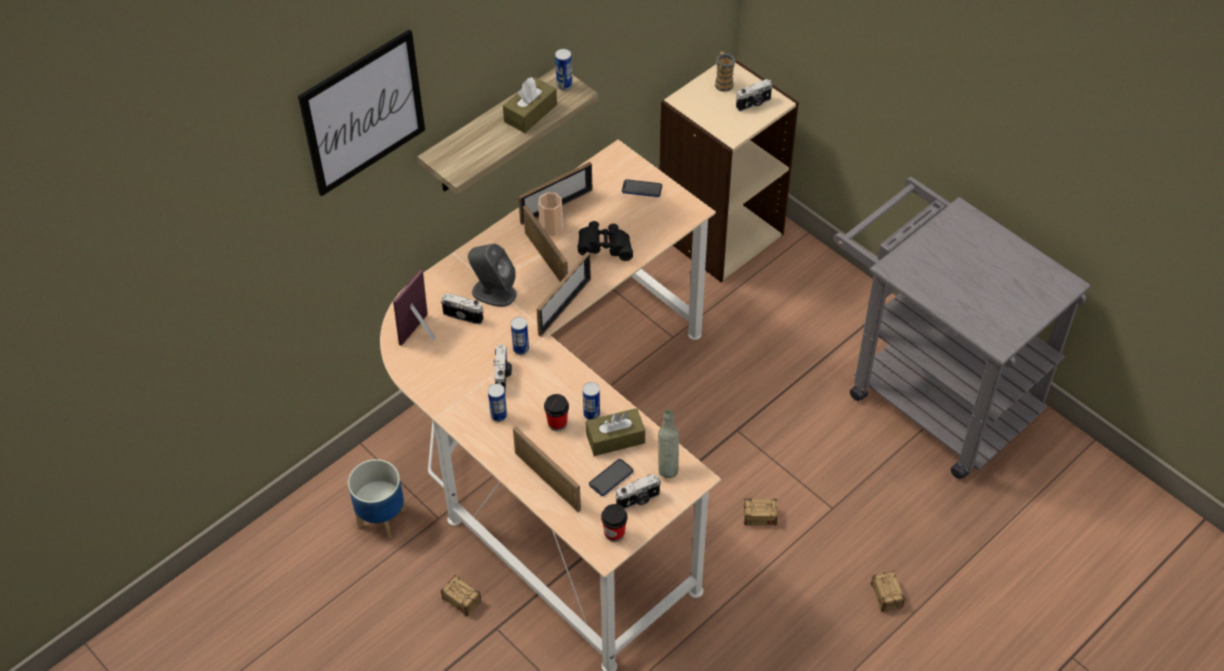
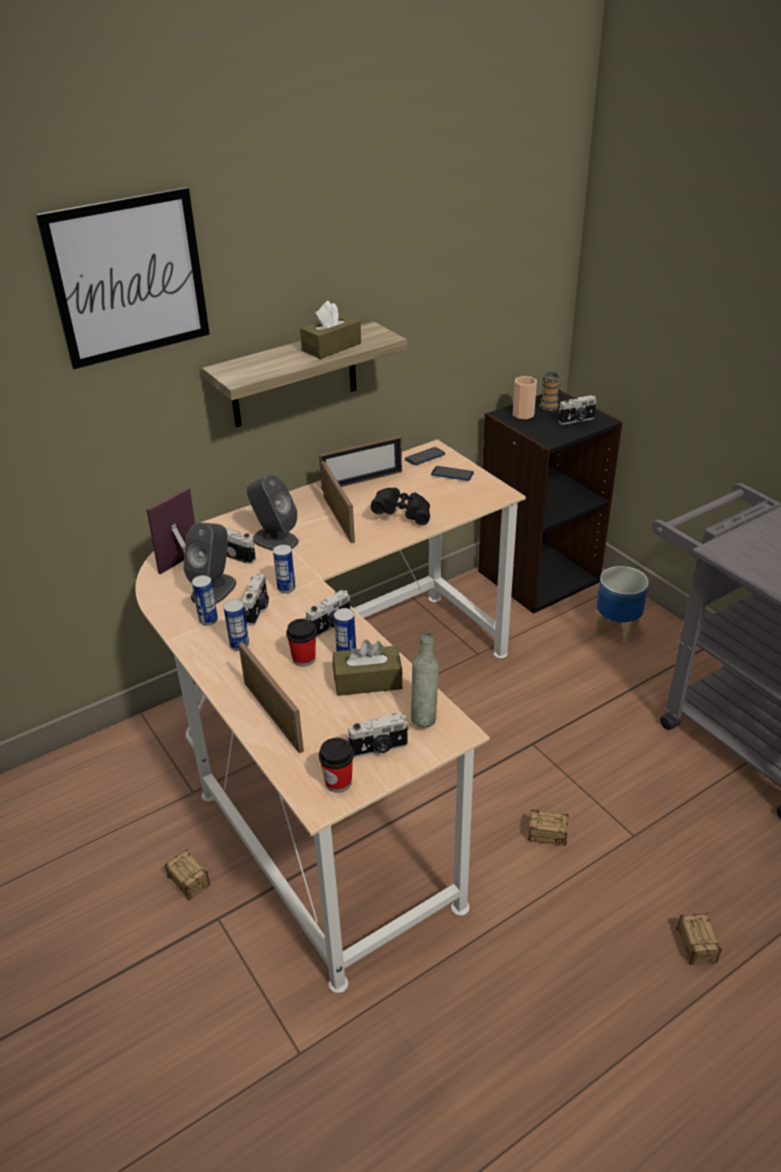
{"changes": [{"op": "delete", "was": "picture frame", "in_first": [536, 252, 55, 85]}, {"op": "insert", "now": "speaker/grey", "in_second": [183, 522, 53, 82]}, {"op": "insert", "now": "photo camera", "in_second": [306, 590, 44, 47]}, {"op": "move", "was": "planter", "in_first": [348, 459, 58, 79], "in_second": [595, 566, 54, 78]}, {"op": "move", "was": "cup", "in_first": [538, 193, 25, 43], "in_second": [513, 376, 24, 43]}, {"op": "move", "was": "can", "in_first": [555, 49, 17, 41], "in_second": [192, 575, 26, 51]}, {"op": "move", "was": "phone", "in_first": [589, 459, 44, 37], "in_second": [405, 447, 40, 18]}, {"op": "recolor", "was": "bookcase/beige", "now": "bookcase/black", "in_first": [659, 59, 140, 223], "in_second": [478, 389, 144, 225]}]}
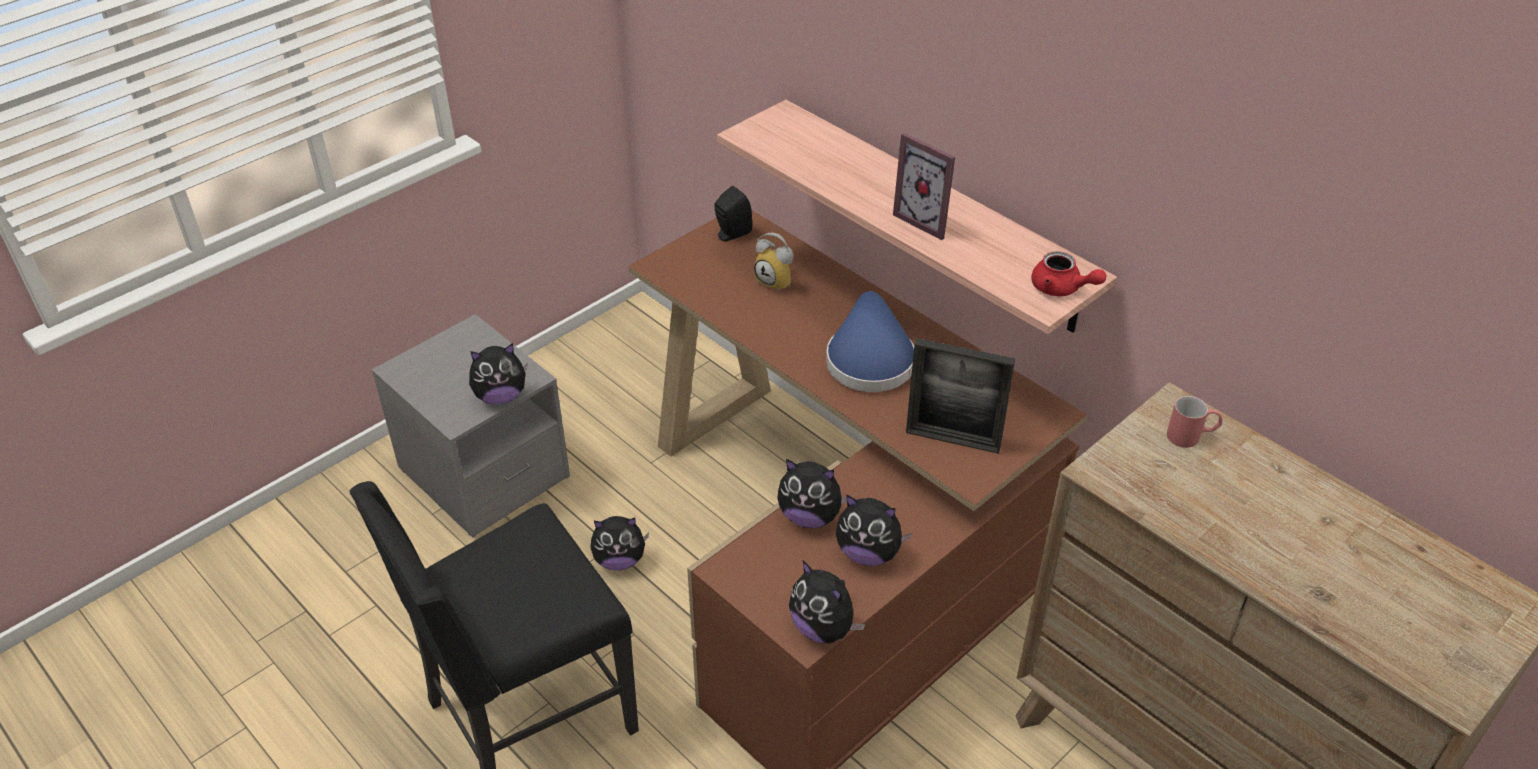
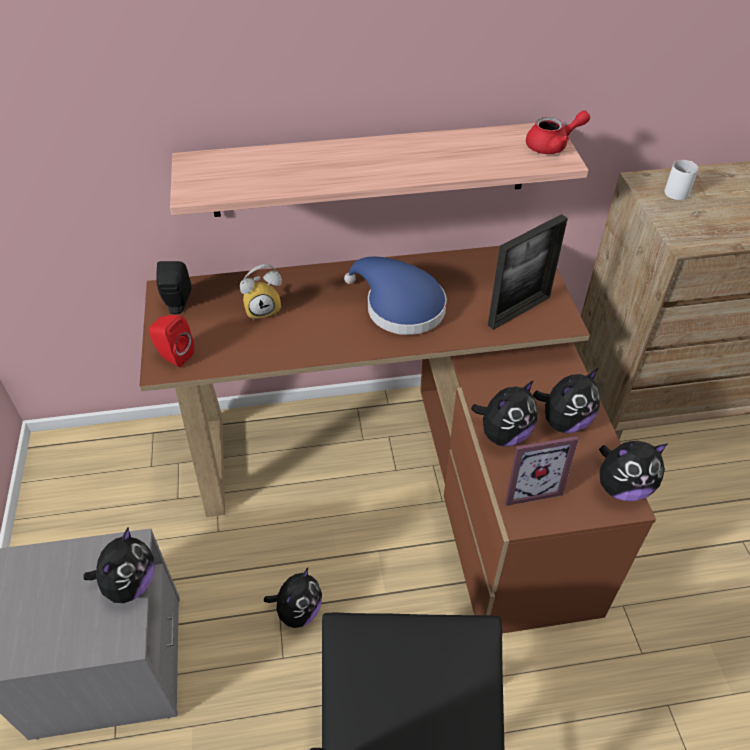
{"changes": [{"op": "insert", "now": "speaker/red", "in_second": [149, 315, 45, 52]}, {"op": "move", "was": "picture frame", "in_first": [893, 133, 62, 107], "in_second": [505, 436, 74, 70]}, {"op": "recolor", "was": "mug/red", "now": "mug/white", "in_first": [1167, 396, 55, 52], "in_second": [664, 160, 35, 40]}]}
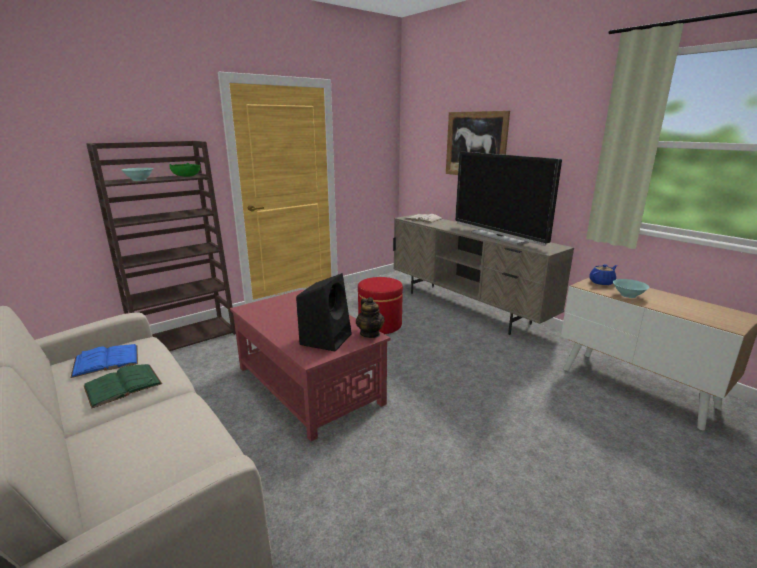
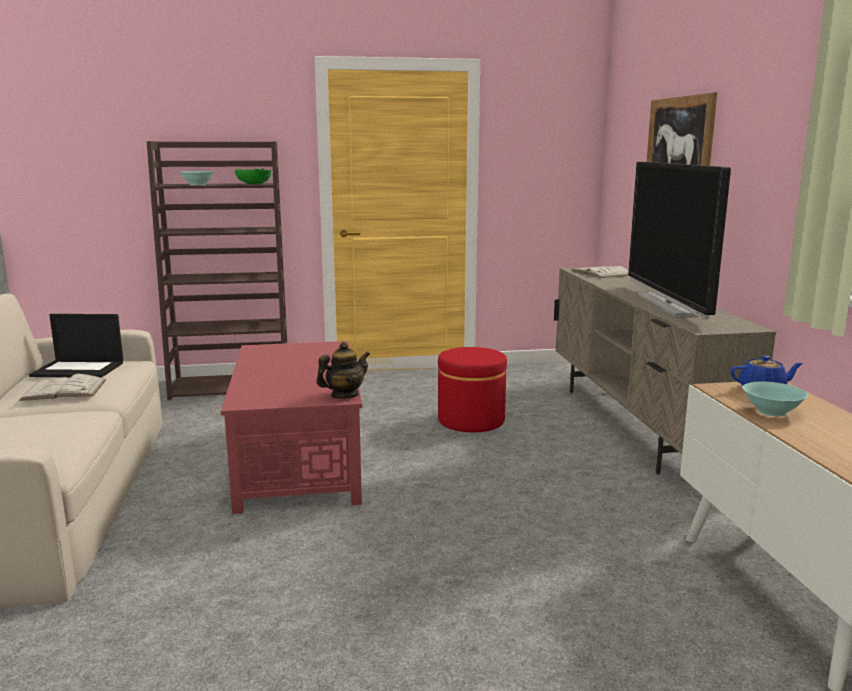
{"changes": [{"op": "delete", "was": "speaker/black", "in_first": [296, 273, 56, 79]}, {"op": "replace", "was": "book/blue", "now": "laptop", "in_first": [70, 344, 68, 34], "in_second": [29, 314, 94, 64]}, {"op": "recolor", "was": "book/green", "now": "book/white", "in_first": [84, 364, 78, 45], "in_second": [19, 374, 87, 27]}, {"op": "rotate", "was": "teapot", "in_first": [356, 297, 29, 41], "in_second": [316, 342, 54, 57], "clockwise": -135}]}
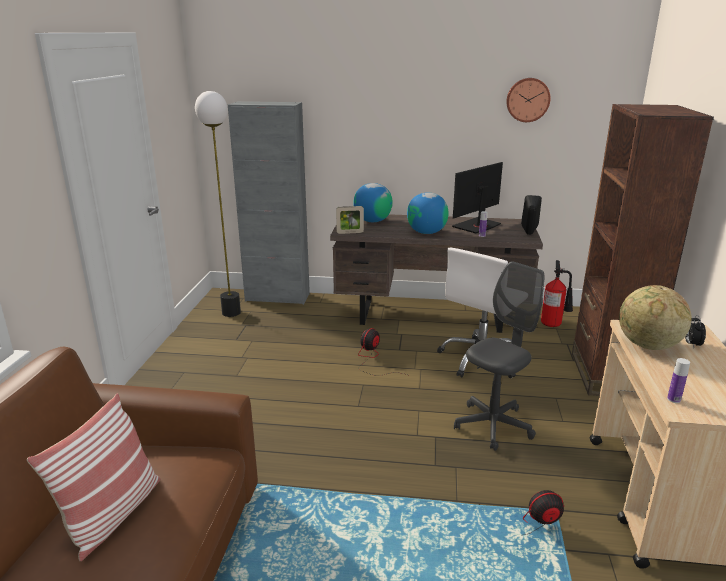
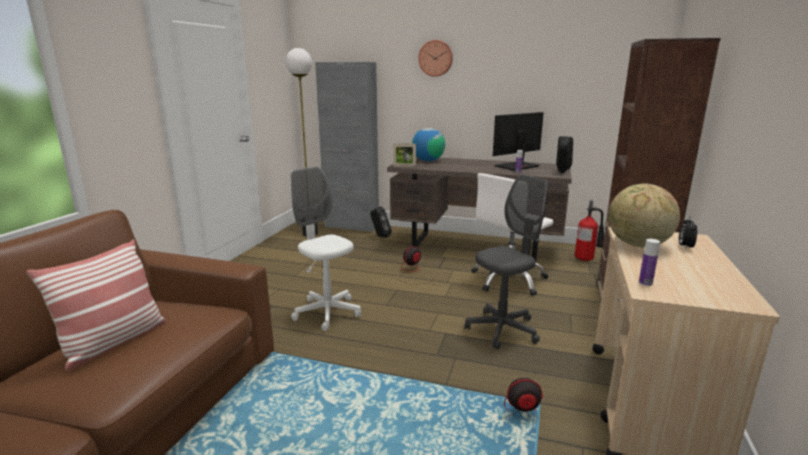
{"changes": [{"op": "delete", "was": "globe", "in_first": [407, 193, 42, 41]}, {"op": "insert", "now": "office chair/white", "in_second": [290, 167, 71, 164]}, {"op": "insert", "now": "speaker/black", "in_second": [370, 206, 22, 32]}, {"op": "move", "was": "wall clock", "in_first": [506, 78, 45, 44], "in_second": [418, 40, 35, 37]}]}
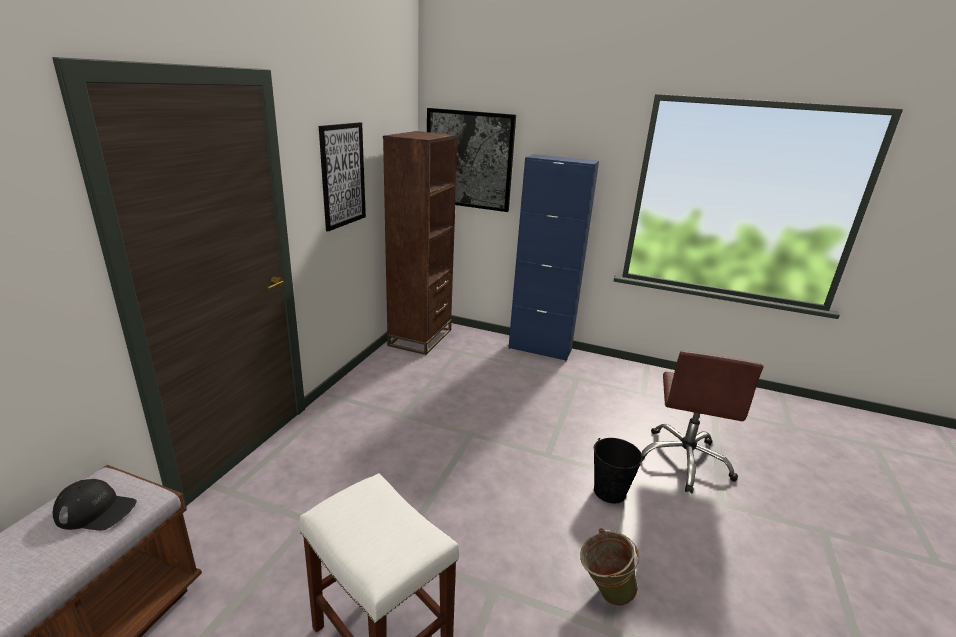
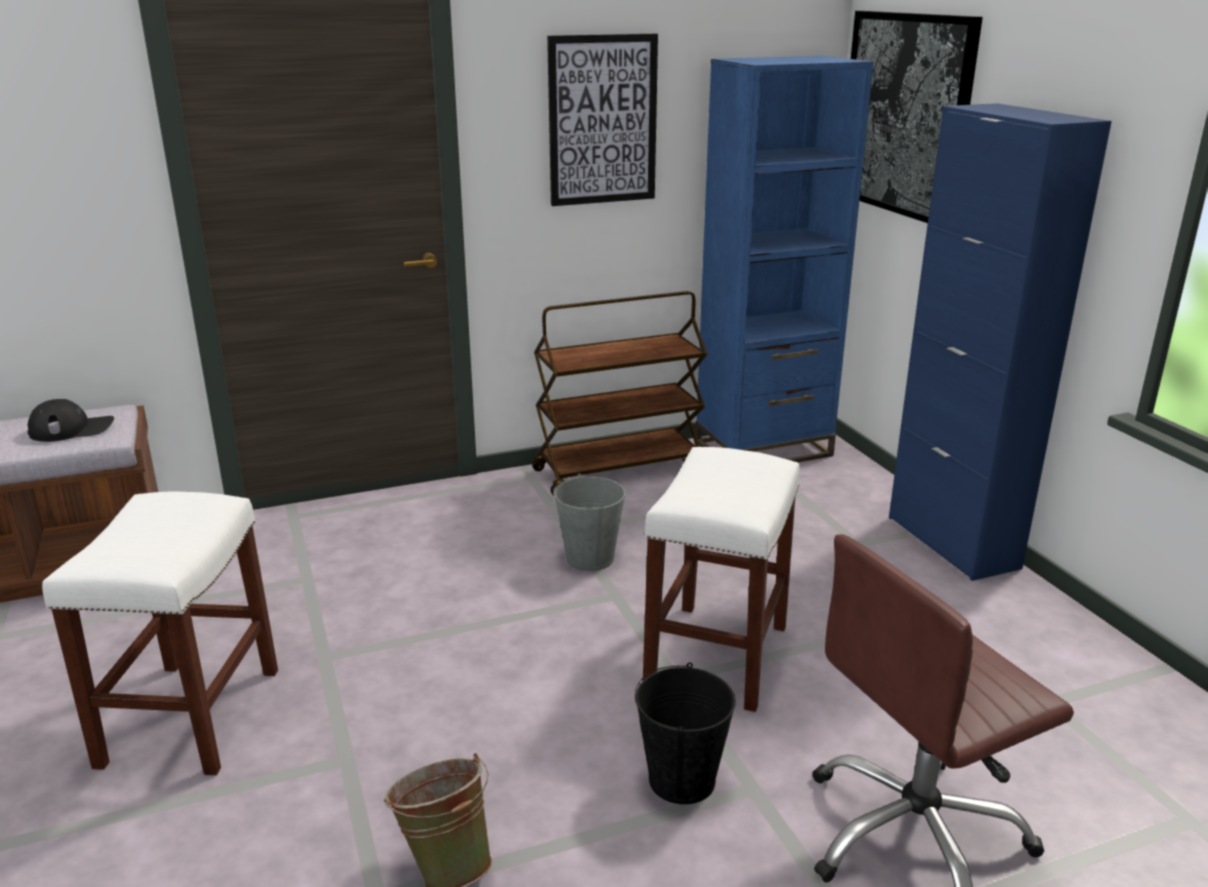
{"changes": [{"op": "insert", "now": "cart/brown", "in_second": [532, 291, 175, 205]}, {"op": "insert", "now": "bucket/grey", "in_second": [553, 474, 72, 97]}, {"op": "insert", "now": "stool/white", "in_second": [643, 447, 157, 265]}, {"op": "recolor", "was": "bookcase/brown", "now": "bookcase/blue", "in_first": [383, 131, 75, 224], "in_second": [695, 56, 179, 406]}, {"op": "rotate", "was": "cap/black", "in_first": [53, 479, 84, 52], "in_second": [28, 399, 86, 43], "clockwise": -75}]}
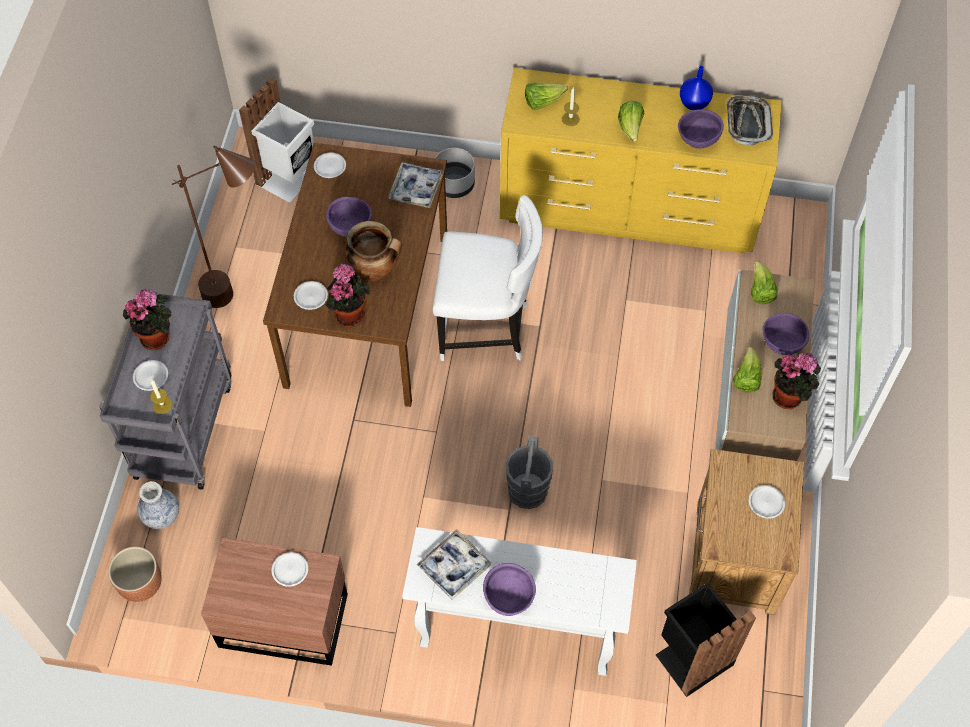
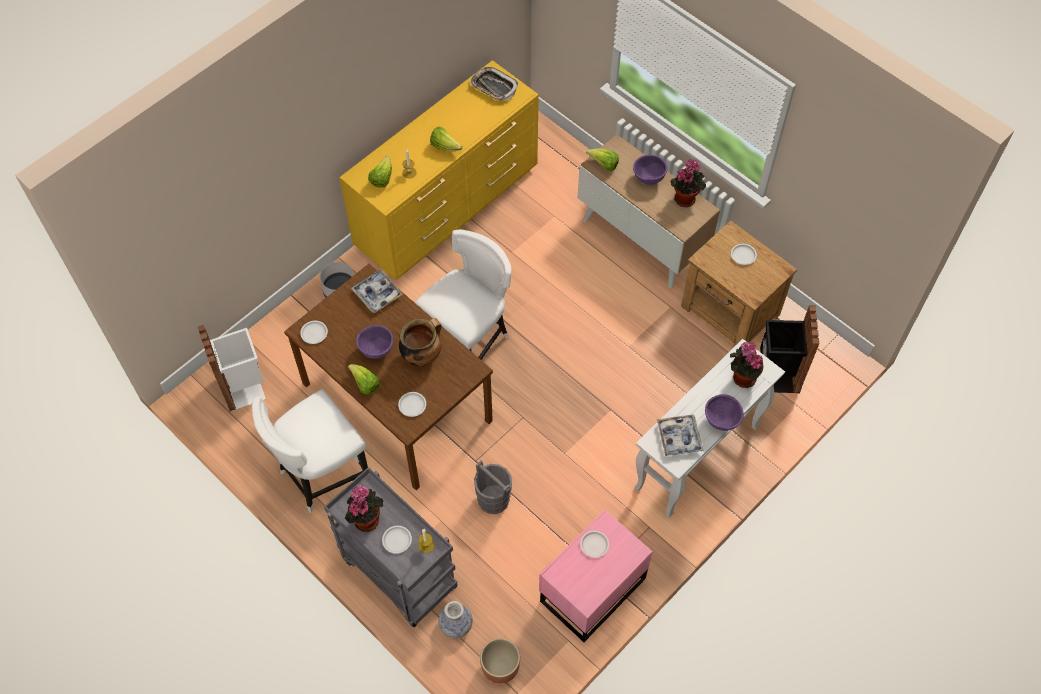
{"changes": [{"op": "delete", "was": "bowl/purple", "in_first": [678, 109, 46, 40]}, {"op": "delete", "was": "vase/blue", "in_first": [680, 66, 33, 44]}, {"op": "move", "was": "potted plant", "in_first": [326, 264, 44, 63], "in_second": [730, 342, 34, 46]}, {"op": "move", "was": "bucket/grey", "in_first": [506, 436, 47, 73], "in_second": [474, 460, 38, 54]}, {"op": "move", "was": "lettuce", "in_first": [733, 347, 28, 45], "in_second": [348, 364, 32, 31]}, {"op": "replace", "was": "floor lamp/brown", "now": "chair/white", "in_first": [172, 146, 84, 162], "in_second": [252, 389, 116, 124]}, {"op": "recolor", "was": "nightstand/brown", "now": "nightstand/pink", "in_first": [201, 538, 147, 128], "in_second": [539, 510, 114, 132]}]}
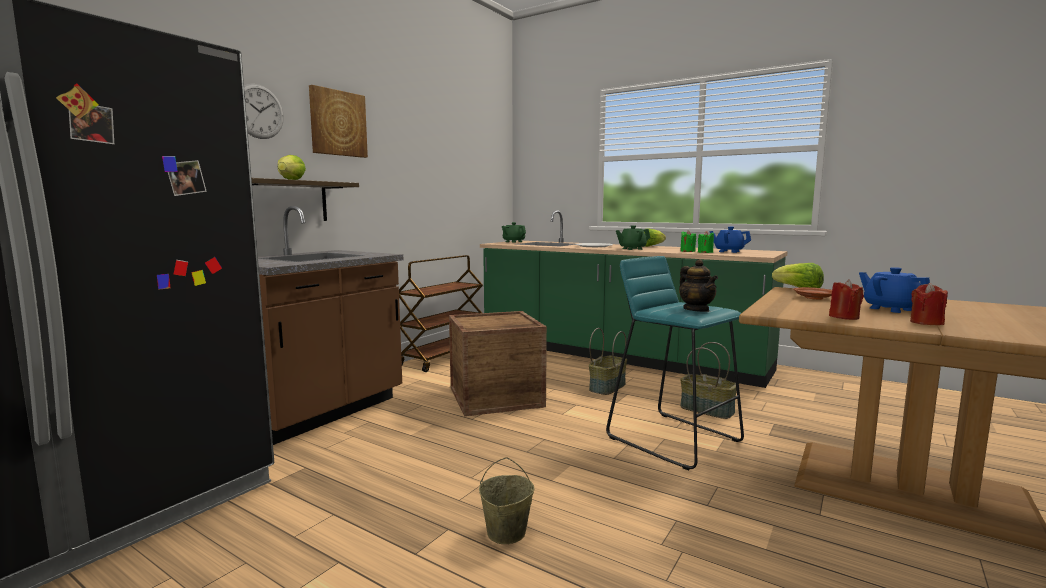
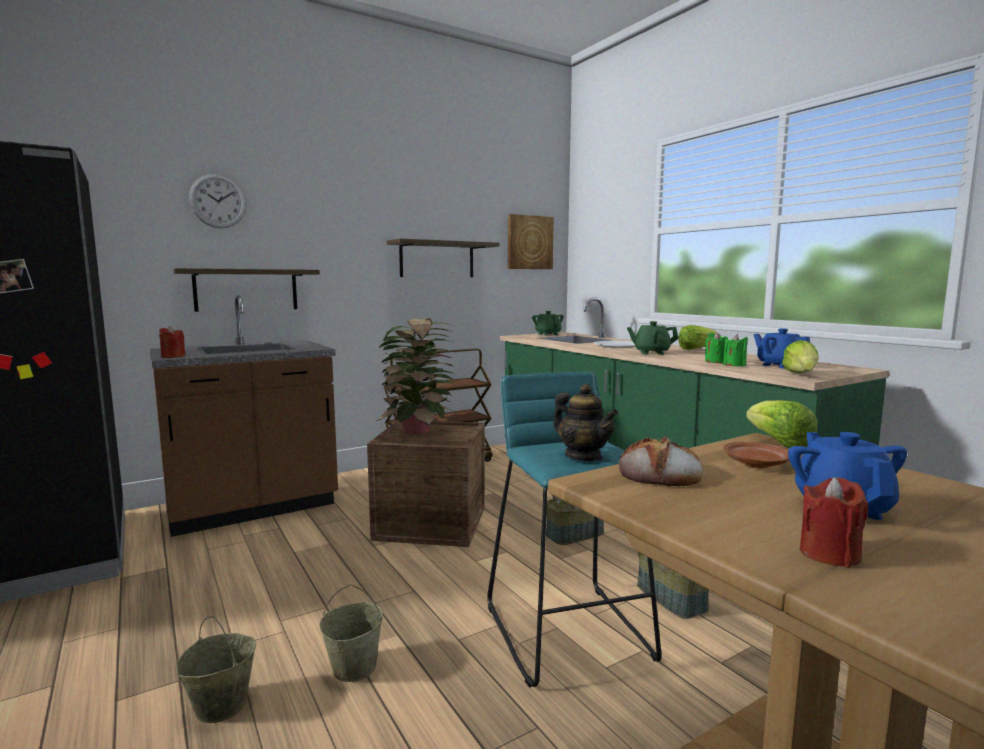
{"changes": [{"op": "insert", "now": "bucket/beige", "in_second": [319, 584, 64, 98]}, {"op": "insert", "now": "potted plant", "in_second": [376, 318, 81, 116]}, {"op": "insert", "now": "shelf", "in_second": [387, 238, 113, 39]}, {"op": "insert", "now": "bread", "in_second": [619, 436, 84, 50]}, {"op": "move", "was": "lettuce", "in_first": [278, 155, 28, 25], "in_second": [782, 340, 37, 33]}, {"op": "move", "was": "picture", "in_first": [309, 85, 59, 73], "in_second": [508, 214, 46, 55]}, {"op": "move", "was": "candle/red", "in_first": [829, 279, 35, 41], "in_second": [159, 326, 27, 32]}, {"op": "rotate", "was": "teapot", "in_first": [679, 259, 39, 53], "in_second": [553, 384, 65, 77], "clockwise": -45}]}
